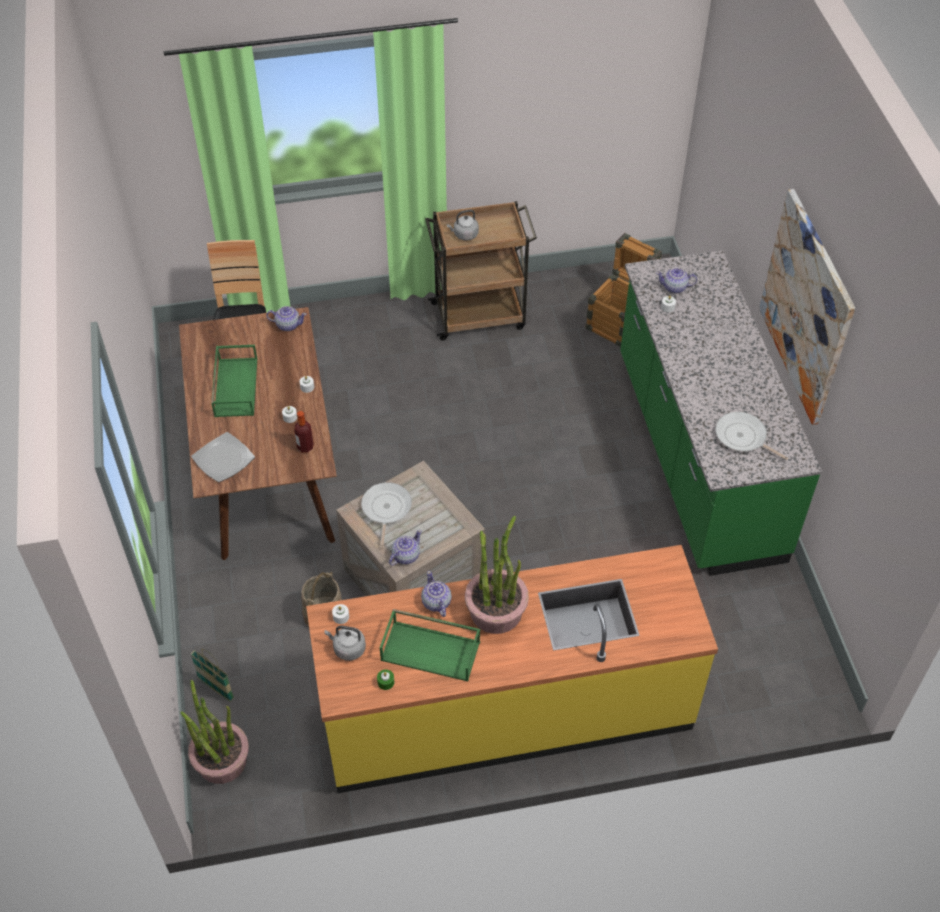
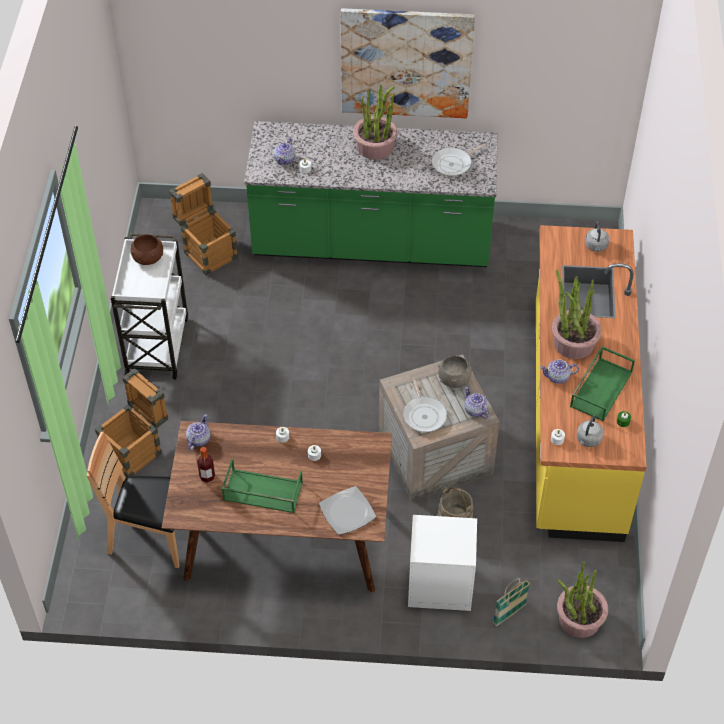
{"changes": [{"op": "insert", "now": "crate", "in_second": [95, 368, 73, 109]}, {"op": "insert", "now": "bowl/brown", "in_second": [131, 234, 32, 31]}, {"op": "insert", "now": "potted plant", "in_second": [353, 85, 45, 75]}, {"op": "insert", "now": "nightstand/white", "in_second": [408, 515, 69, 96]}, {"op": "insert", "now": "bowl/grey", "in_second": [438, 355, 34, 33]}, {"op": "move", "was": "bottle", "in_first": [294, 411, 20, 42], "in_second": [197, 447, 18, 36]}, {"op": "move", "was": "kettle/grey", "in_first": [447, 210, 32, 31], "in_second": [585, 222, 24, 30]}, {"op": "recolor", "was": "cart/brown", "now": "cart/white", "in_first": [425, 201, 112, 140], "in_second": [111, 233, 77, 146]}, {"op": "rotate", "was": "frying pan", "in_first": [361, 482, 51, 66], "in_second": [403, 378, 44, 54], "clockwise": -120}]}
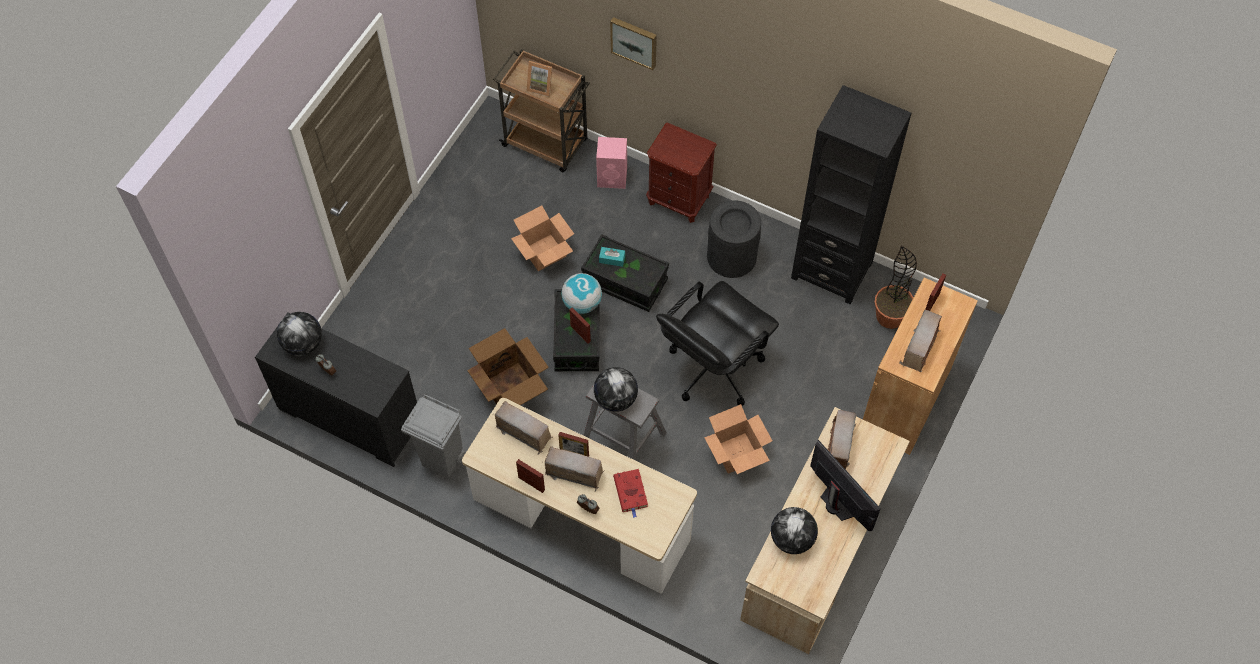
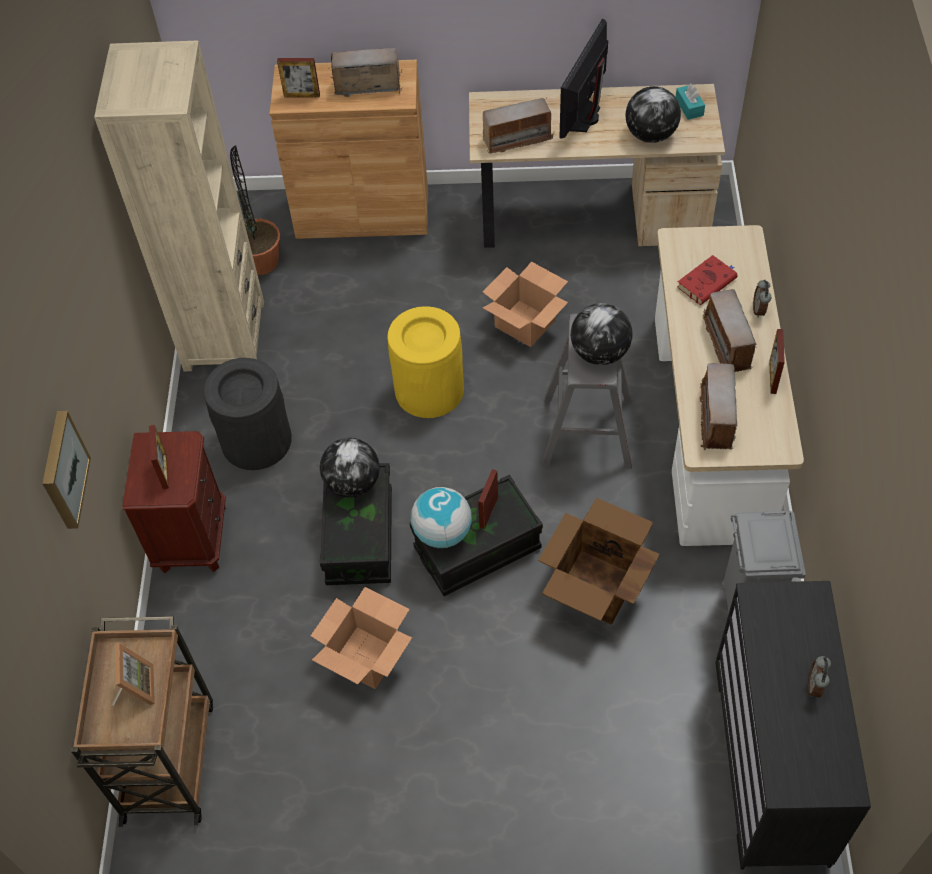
{"changes": [{"op": "delete", "was": "speaker/pink", "in_first": [596, 137, 31, 52]}, {"op": "move", "was": "globe", "in_first": [277, 312, 45, 44], "in_second": [320, 438, 60, 60]}, {"op": "move", "was": "picture frame", "in_first": [558, 432, 31, 25], "in_second": [149, 425, 20, 64]}, {"op": "move", "was": "tissue box/turquoise", "in_first": [599, 247, 26, 20], "in_second": [676, 84, 29, 36]}, {"op": "replace", "was": "office chair/black", "now": "trash can/yellow", "in_first": [656, 281, 123, 125], "in_second": [387, 306, 77, 112]}, {"op": "recolor", "was": "bookcase/black", "now": "bookcase/beige", "in_first": [791, 85, 120, 220], "in_second": [94, 40, 170, 331]}]}
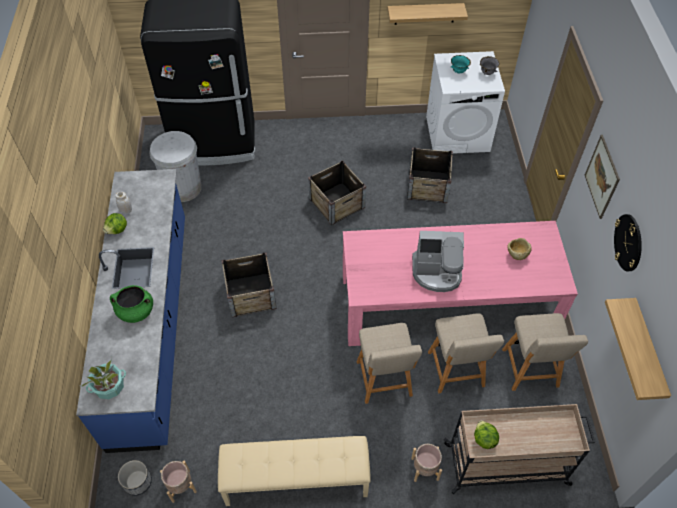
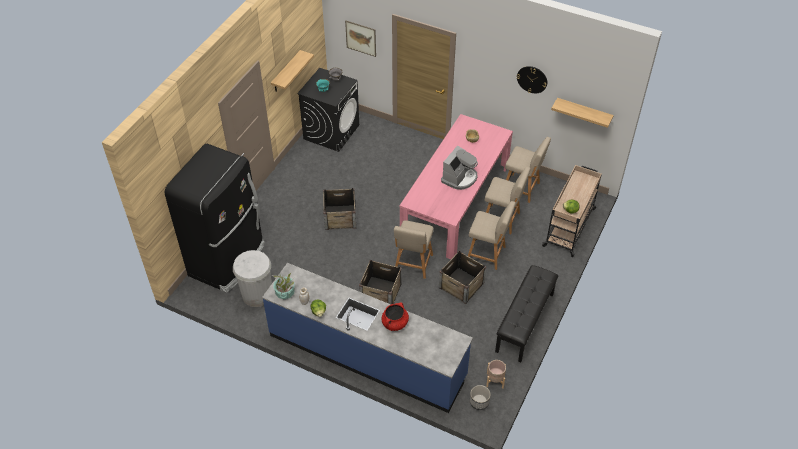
{"changes": [{"op": "delete", "was": "planter/beige", "in_first": [411, 444, 31, 38]}, {"op": "insert", "now": "chair/beige", "in_second": [394, 220, 39, 59]}, {"op": "move", "was": "potted plant", "in_first": [80, 356, 46, 43], "in_second": [272, 273, 23, 26]}, {"op": "move", "was": "crate", "in_first": [407, 147, 46, 56], "in_second": [439, 251, 47, 53]}, {"op": "move", "was": "picture", "in_first": [585, 135, 35, 84], "in_second": [345, 21, 31, 36]}, {"op": "recolor", "was": "cooking pot/green", "now": "cooking pot/red", "in_first": [110, 285, 43, 38], "in_second": [381, 302, 28, 29]}, {"op": "recolor", "was": "bench/beige", "now": "bench/black", "in_first": [218, 436, 153, 70], "in_second": [495, 265, 63, 97]}, {"op": "recolor", "was": "washing machine/white", "now": "washing machine/black", "in_first": [426, 51, 79, 103], "in_second": [297, 68, 62, 84]}]}
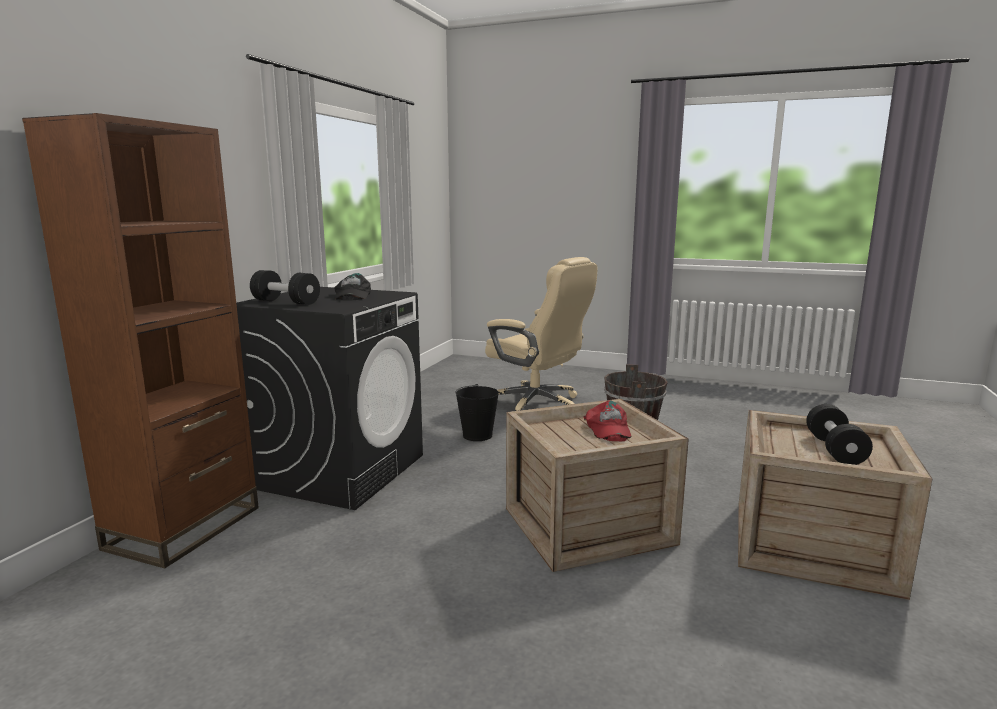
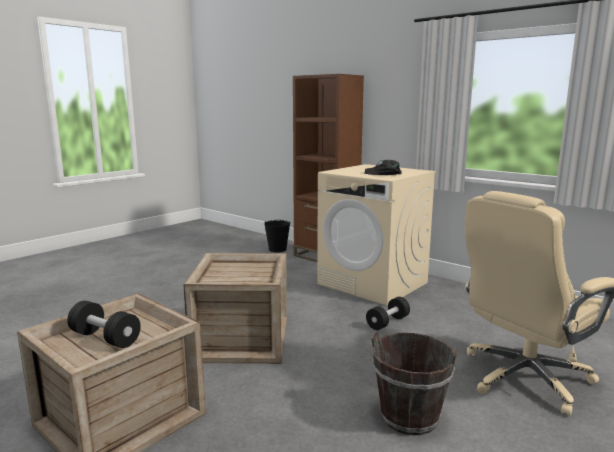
{"changes": [{"op": "delete", "was": "cap/red", "in_first": [583, 400, 48, 41]}, {"op": "move", "was": "dumbbell/black", "in_first": [250, 270, 70, 35], "in_second": [366, 297, 44, 33]}, {"op": "move", "was": "bucket/black", "in_first": [455, 384, 44, 57], "in_second": [264, 220, 26, 33]}, {"op": "recolor", "was": "washing machine/black", "now": "washing machine/beige", "in_first": [236, 287, 187, 223], "in_second": [317, 164, 119, 142]}]}
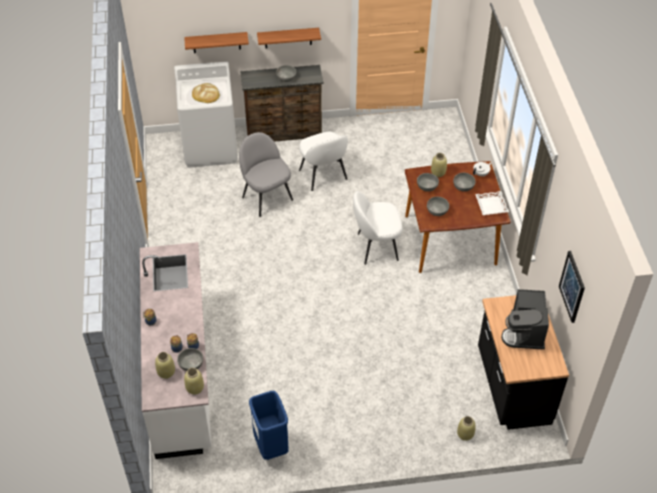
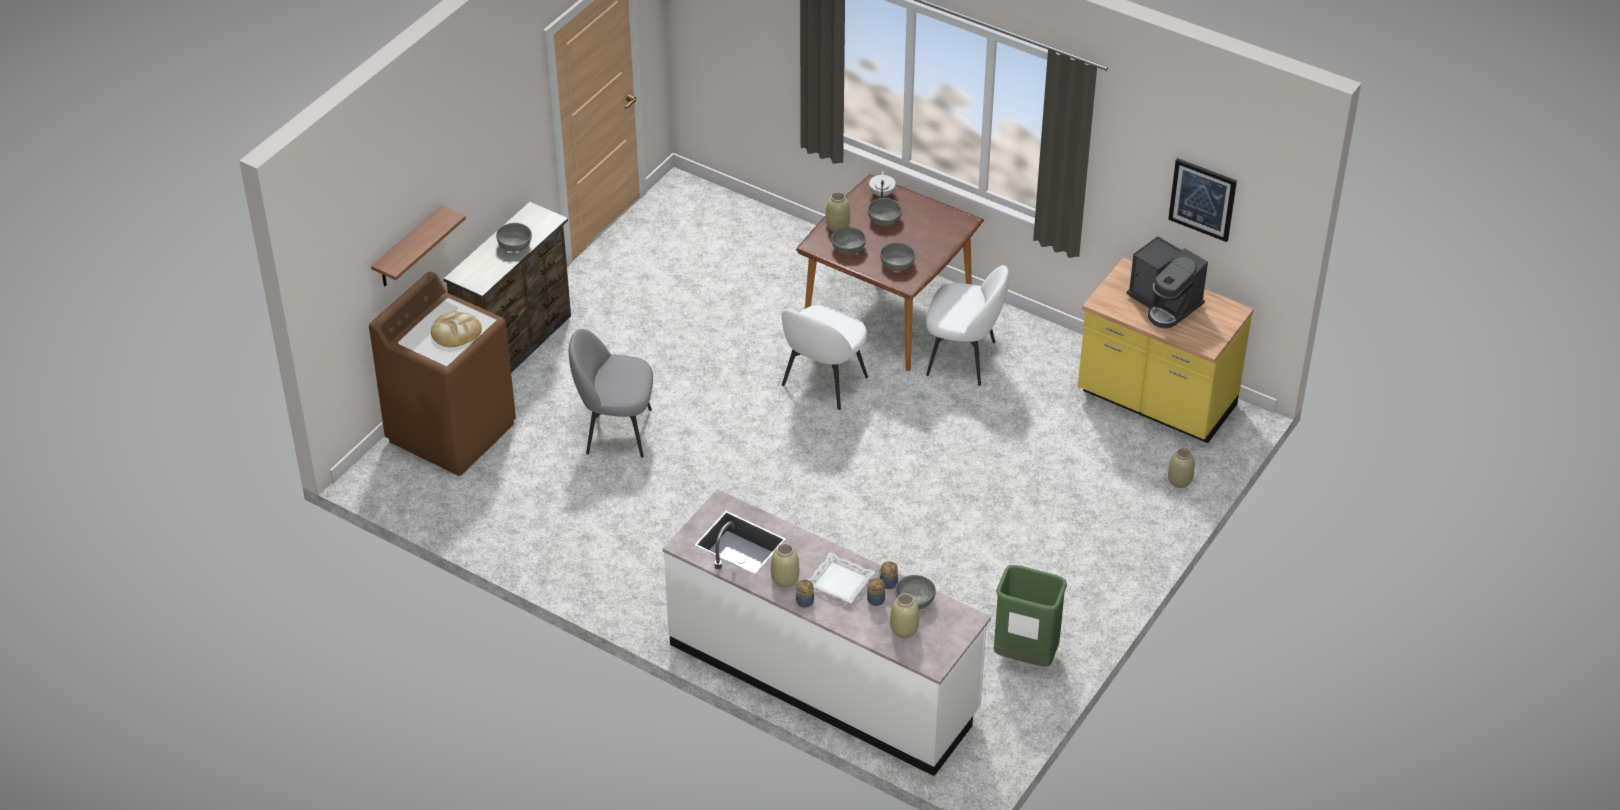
{"changes": [{"op": "delete", "was": "shelf", "in_first": [257, 28, 64, 21]}, {"op": "move", "was": "vase/beige", "in_first": [184, 368, 20, 27], "in_second": [771, 543, 28, 45]}, {"op": "move", "was": "chair/white", "in_first": [299, 132, 49, 59], "in_second": [926, 265, 83, 121]}, {"op": "move", "was": "tray/white", "in_first": [475, 191, 34, 24], "in_second": [808, 552, 67, 51]}, {"op": "recolor", "was": "washing machine/white", "now": "washing machine/brown", "in_first": [174, 61, 64, 107], "in_second": [369, 272, 147, 204]}, {"op": "recolor", "was": "trash can/blue", "now": "trash can/green", "in_first": [249, 391, 40, 69], "in_second": [994, 565, 73, 102]}, {"op": "recolor", "was": "counter/black", "now": "counter/yellow", "in_first": [478, 295, 91, 135], "in_second": [1078, 257, 176, 186]}]}
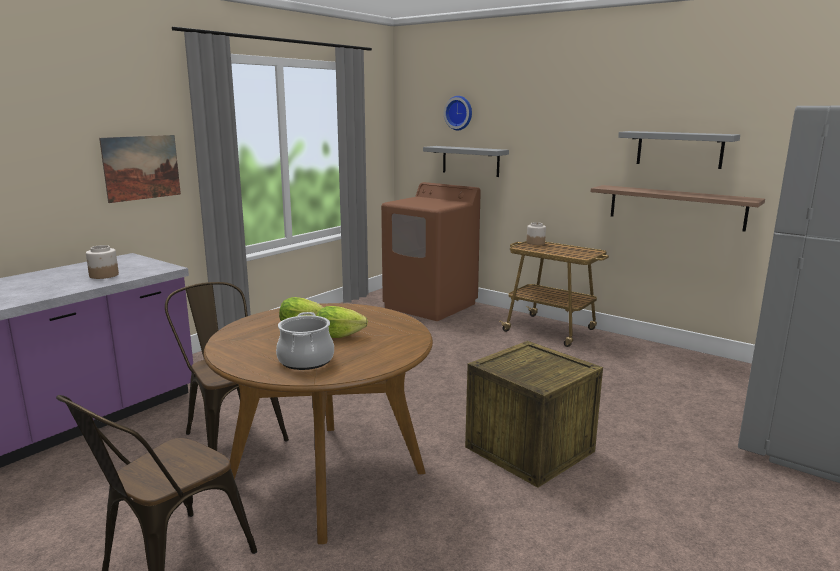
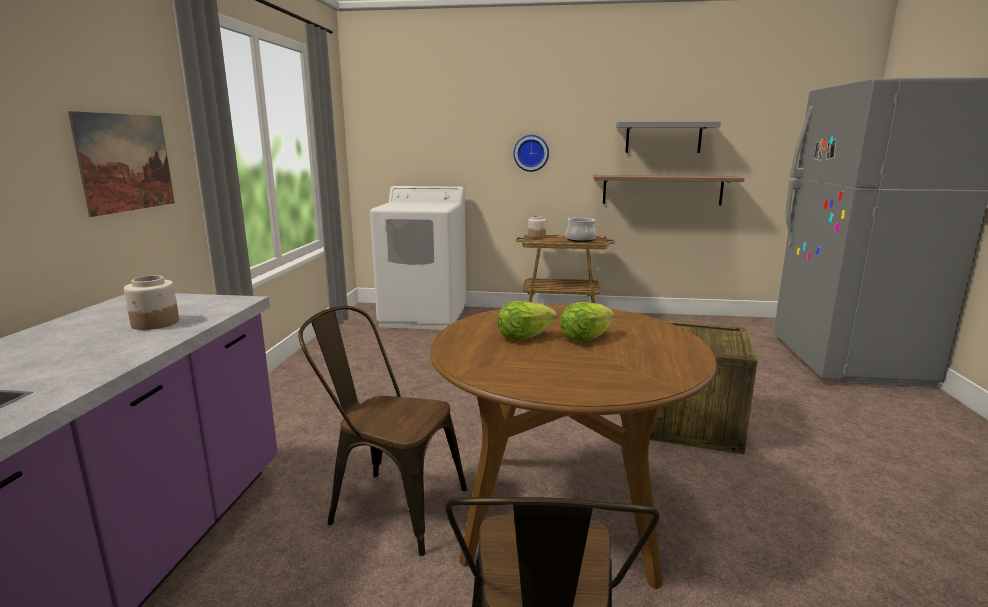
{"changes": [{"op": "delete", "was": "shelf/grey", "in_first": [423, 146, 86, 31]}, {"op": "move", "was": "cooking pot", "in_first": [276, 312, 58, 58], "in_second": [566, 217, 30, 25]}, {"op": "move", "was": "wall clock", "in_first": [444, 96, 28, 34], "in_second": [513, 135, 36, 37]}, {"op": "recolor", "was": "washing machine/brown", "now": "washing machine/white", "in_first": [381, 182, 100, 139], "in_second": [370, 186, 97, 144]}]}
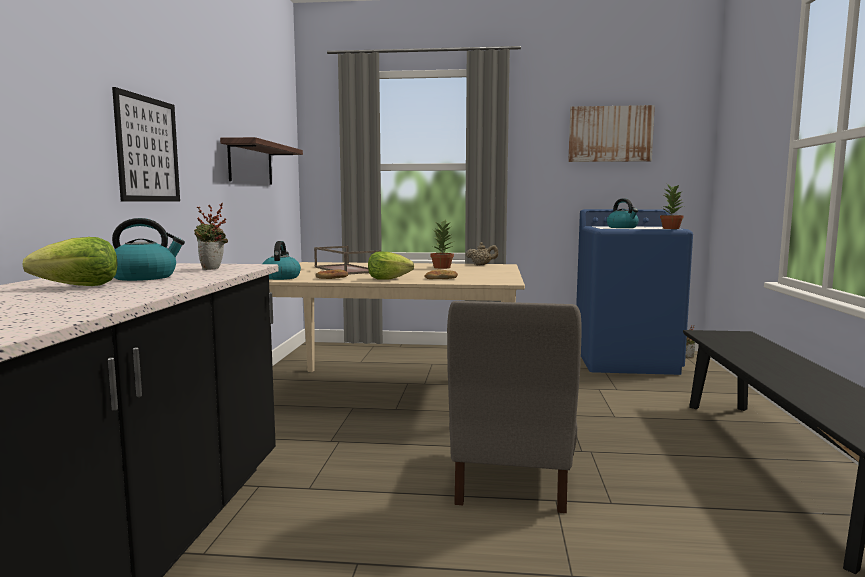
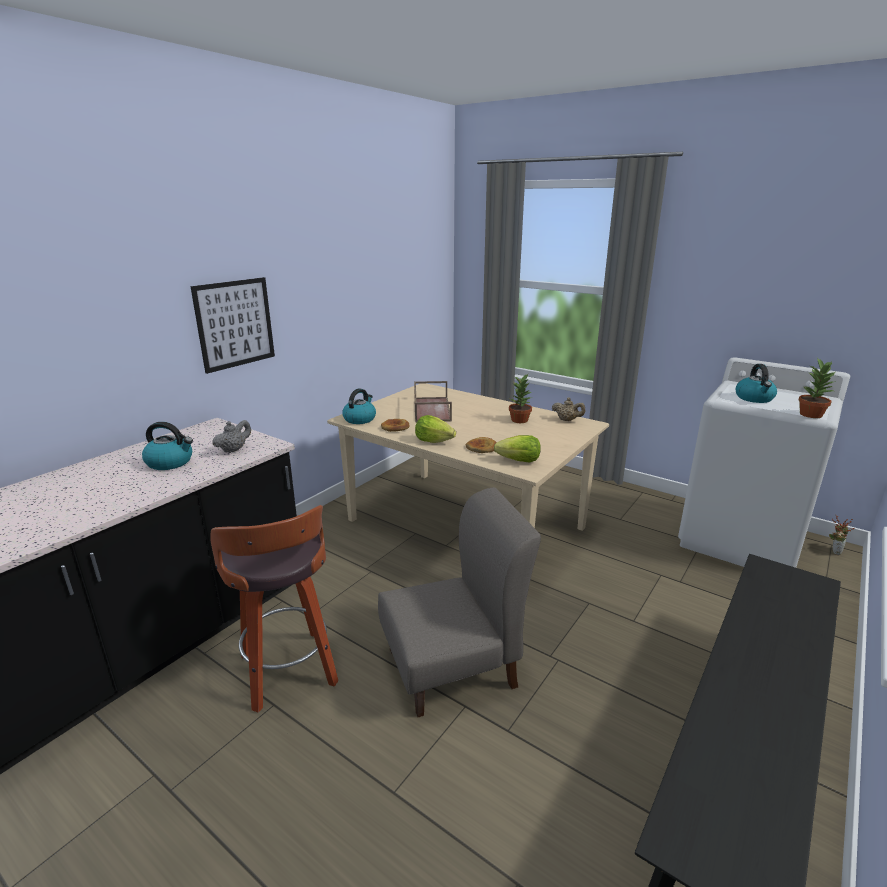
{"changes": [{"op": "delete", "was": "shelf", "in_first": [220, 137, 83, 47]}, {"op": "delete", "was": "picture", "in_first": [568, 105, 87, 57]}, {"op": "insert", "now": "stool", "in_second": [210, 505, 128, 208]}, {"op": "move", "was": "lettuce", "in_first": [22, 237, 95, 49], "in_second": [494, 435, 47, 28]}, {"op": "replace", "was": "potted plant", "now": "teapot/grey", "in_first": [194, 203, 34, 67], "in_second": [212, 420, 39, 33]}, {"op": "recolor", "was": "washing machine/blue", "now": "washing machine/white", "in_first": [576, 209, 117, 166], "in_second": [678, 357, 172, 211]}, {"op": "rotate", "was": "chair/grey", "in_first": [447, 301, 135, 212], "in_second": [378, 487, 163, 230], "clockwise": -150}]}
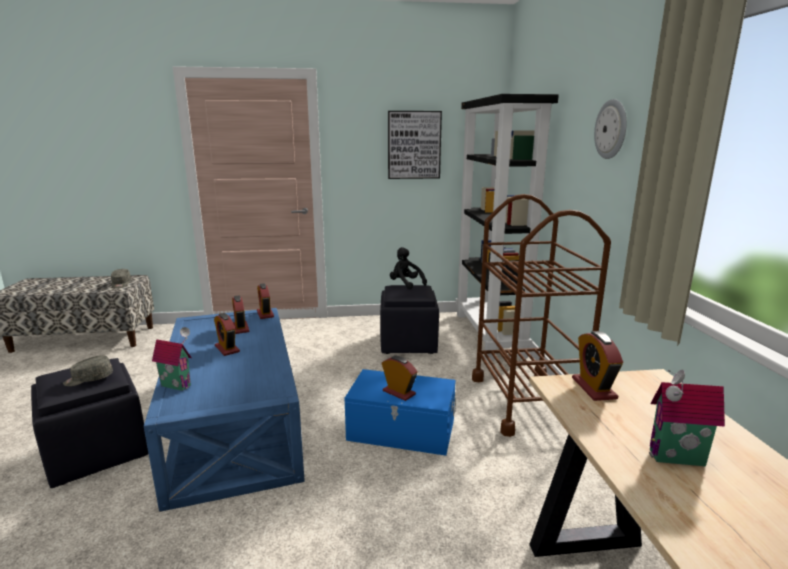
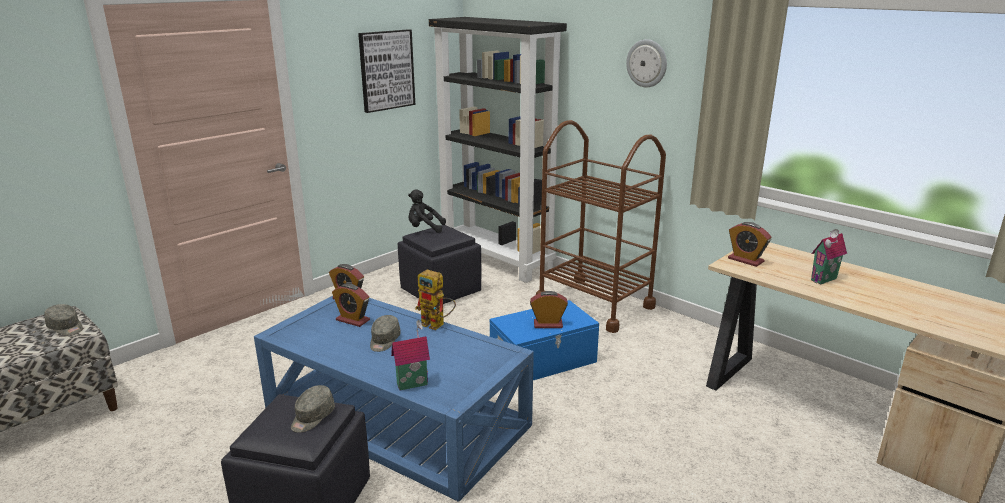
{"changes": [{"op": "insert", "now": "toy robot", "in_second": [415, 270, 41, 60]}, {"op": "replace", "was": "alarm clock", "now": "cap/grey", "in_first": [214, 313, 26, 43], "in_second": [370, 315, 31, 37]}]}
